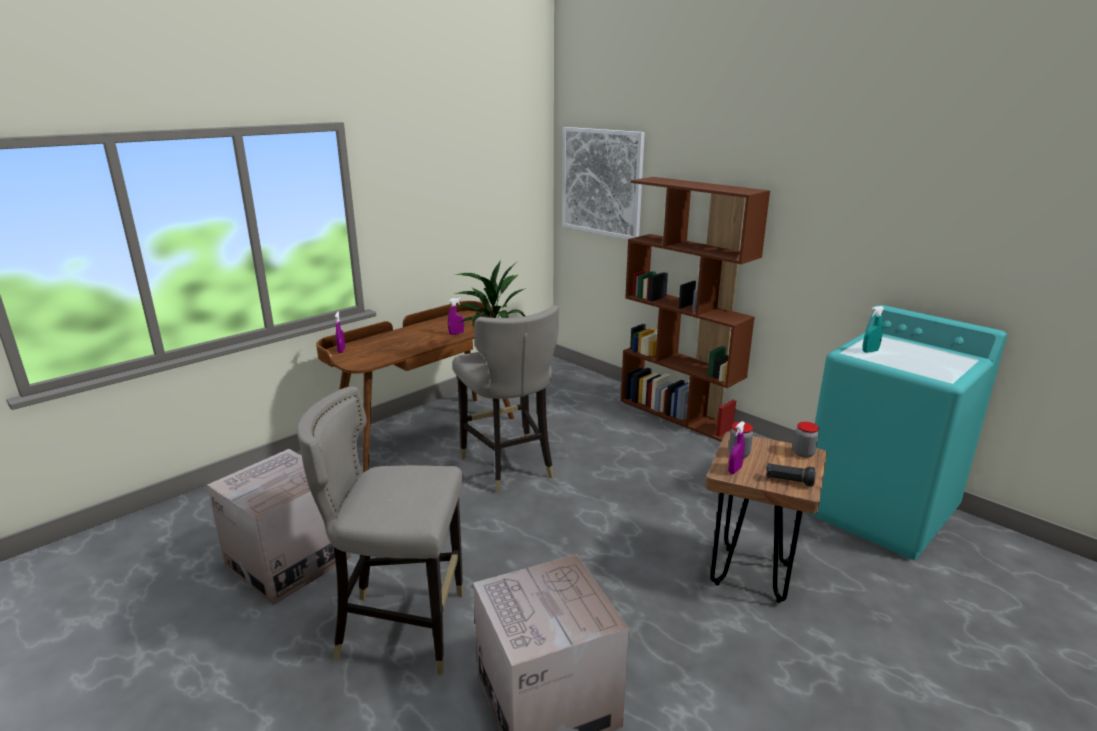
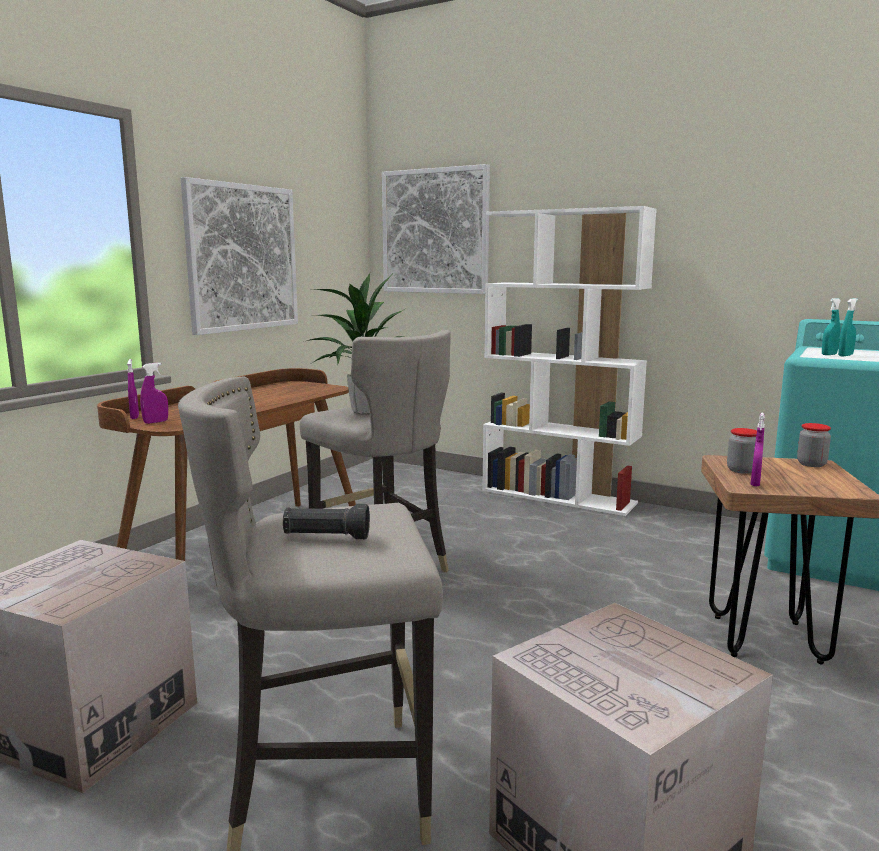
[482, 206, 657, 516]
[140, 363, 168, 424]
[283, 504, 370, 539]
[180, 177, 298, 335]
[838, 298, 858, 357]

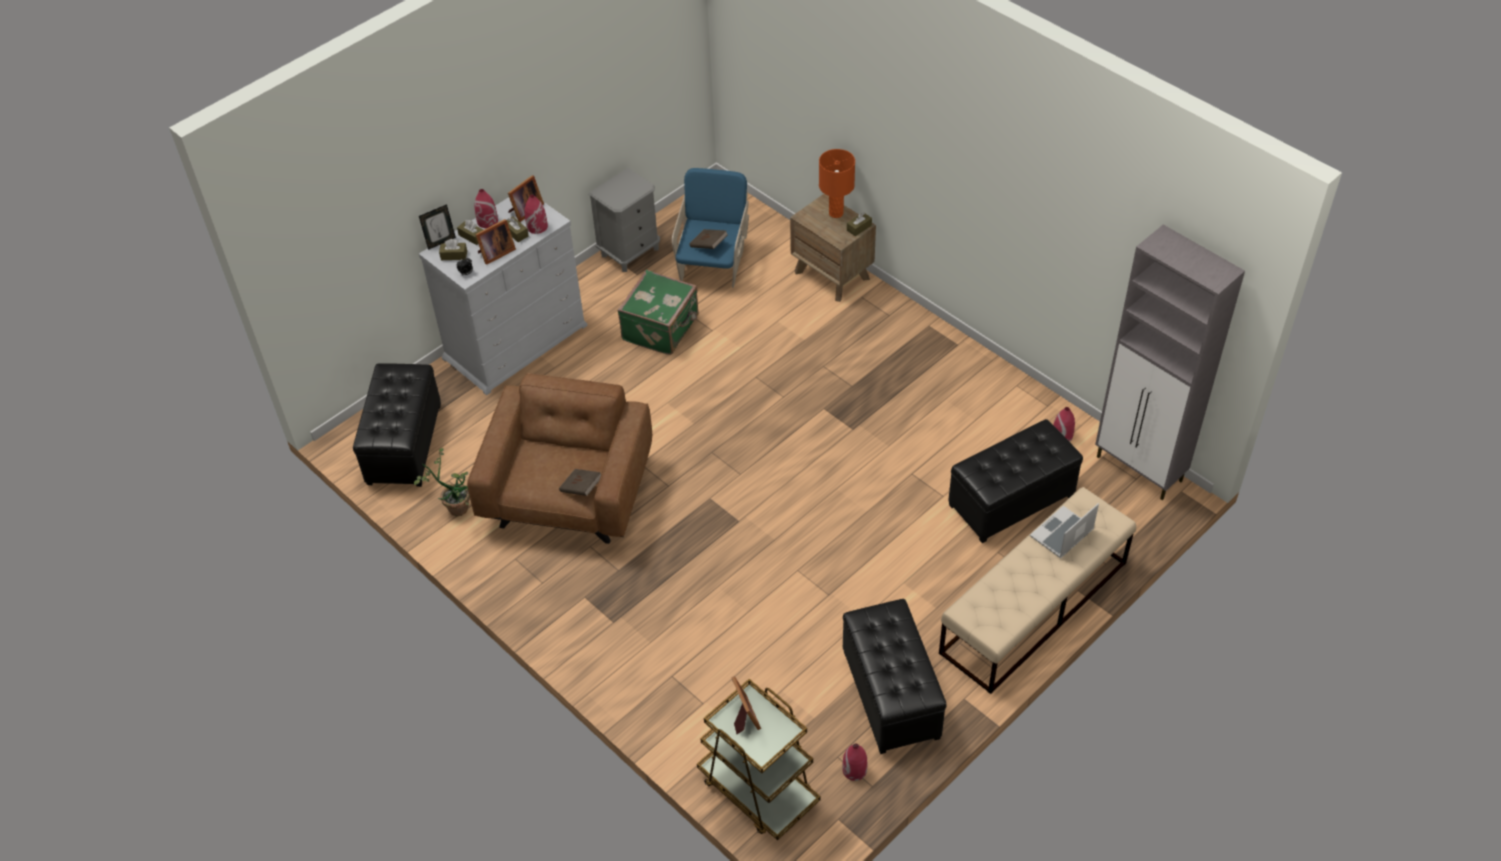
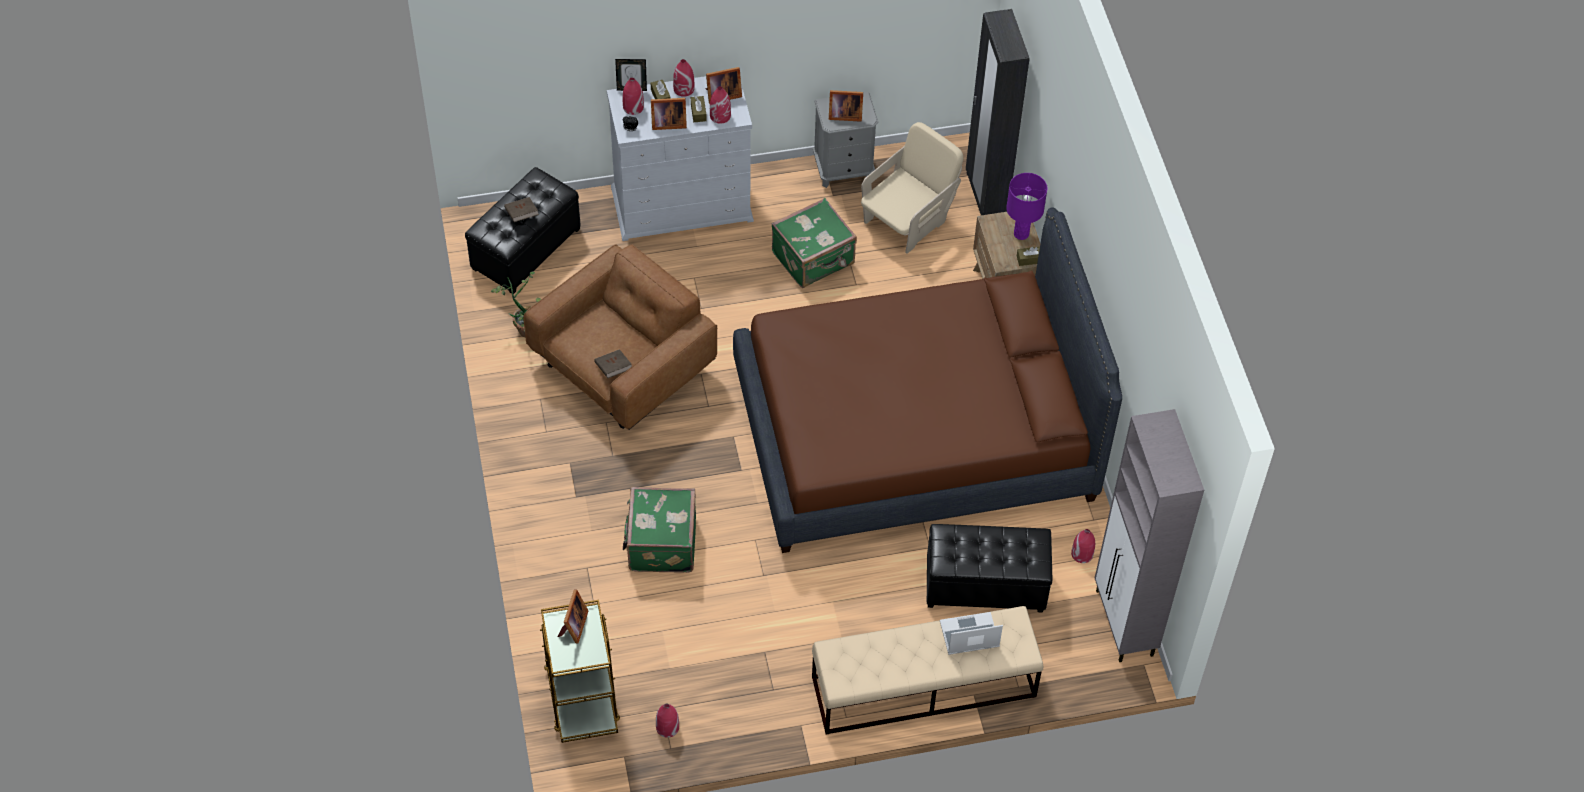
[1006, 173, 1047, 240]
[861, 122, 963, 254]
[504, 197, 539, 222]
[623, 78, 644, 115]
[843, 599, 947, 754] (first image)
[966, 9, 1030, 215]
[829, 90, 863, 122]
[733, 207, 1122, 553]
[623, 487, 696, 573]

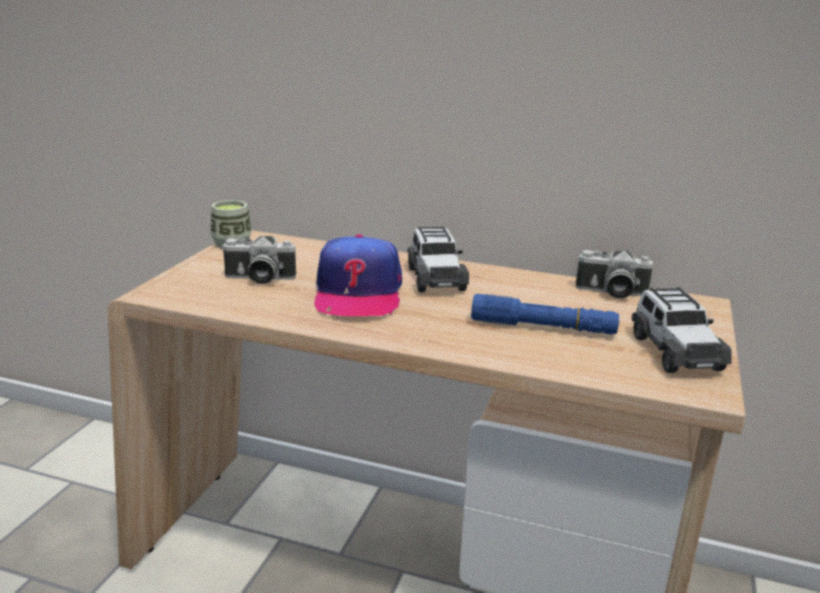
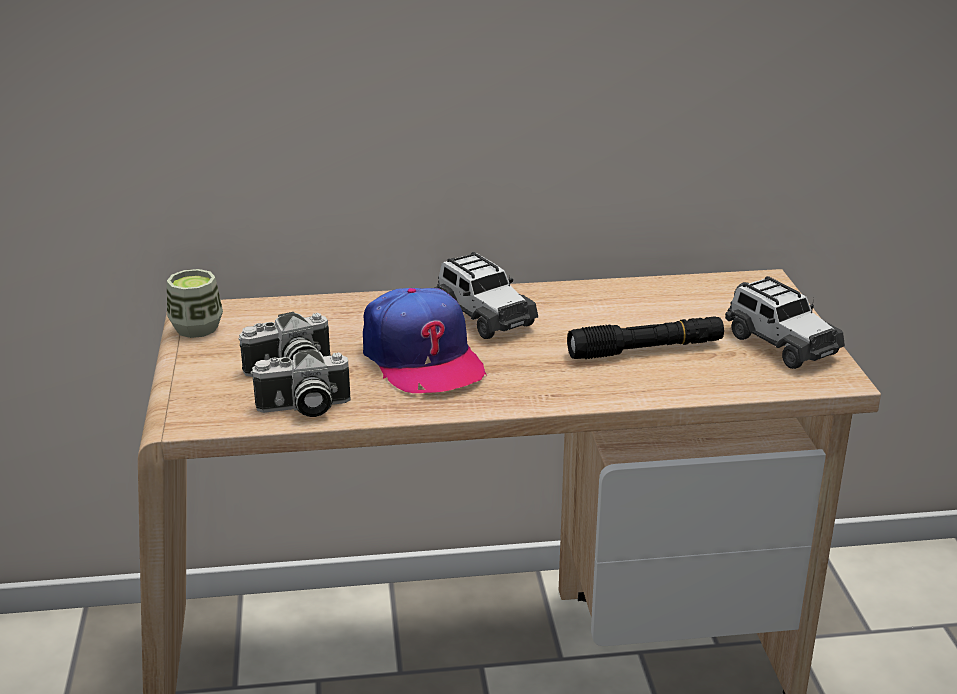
[250, 349, 350, 417]
[567, 316, 724, 359]

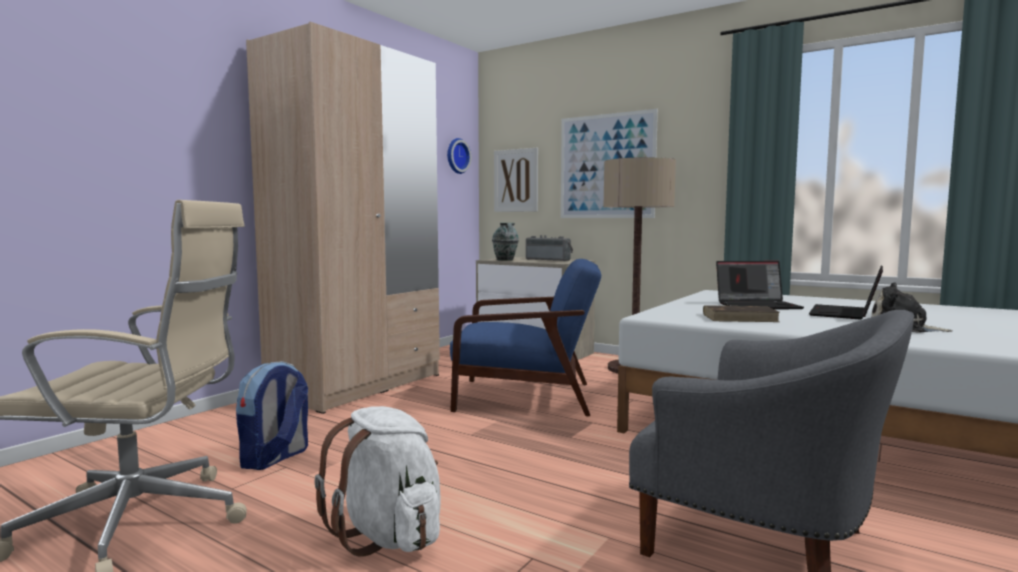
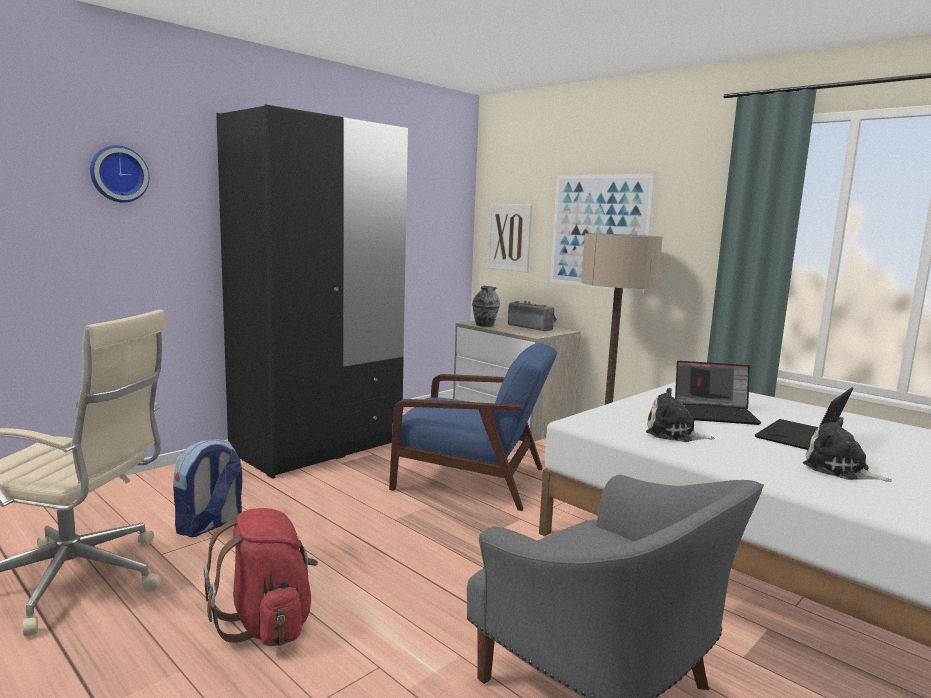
[216, 104, 408, 479]
[90, 145, 149, 203]
[646, 388, 715, 442]
[204, 508, 318, 646]

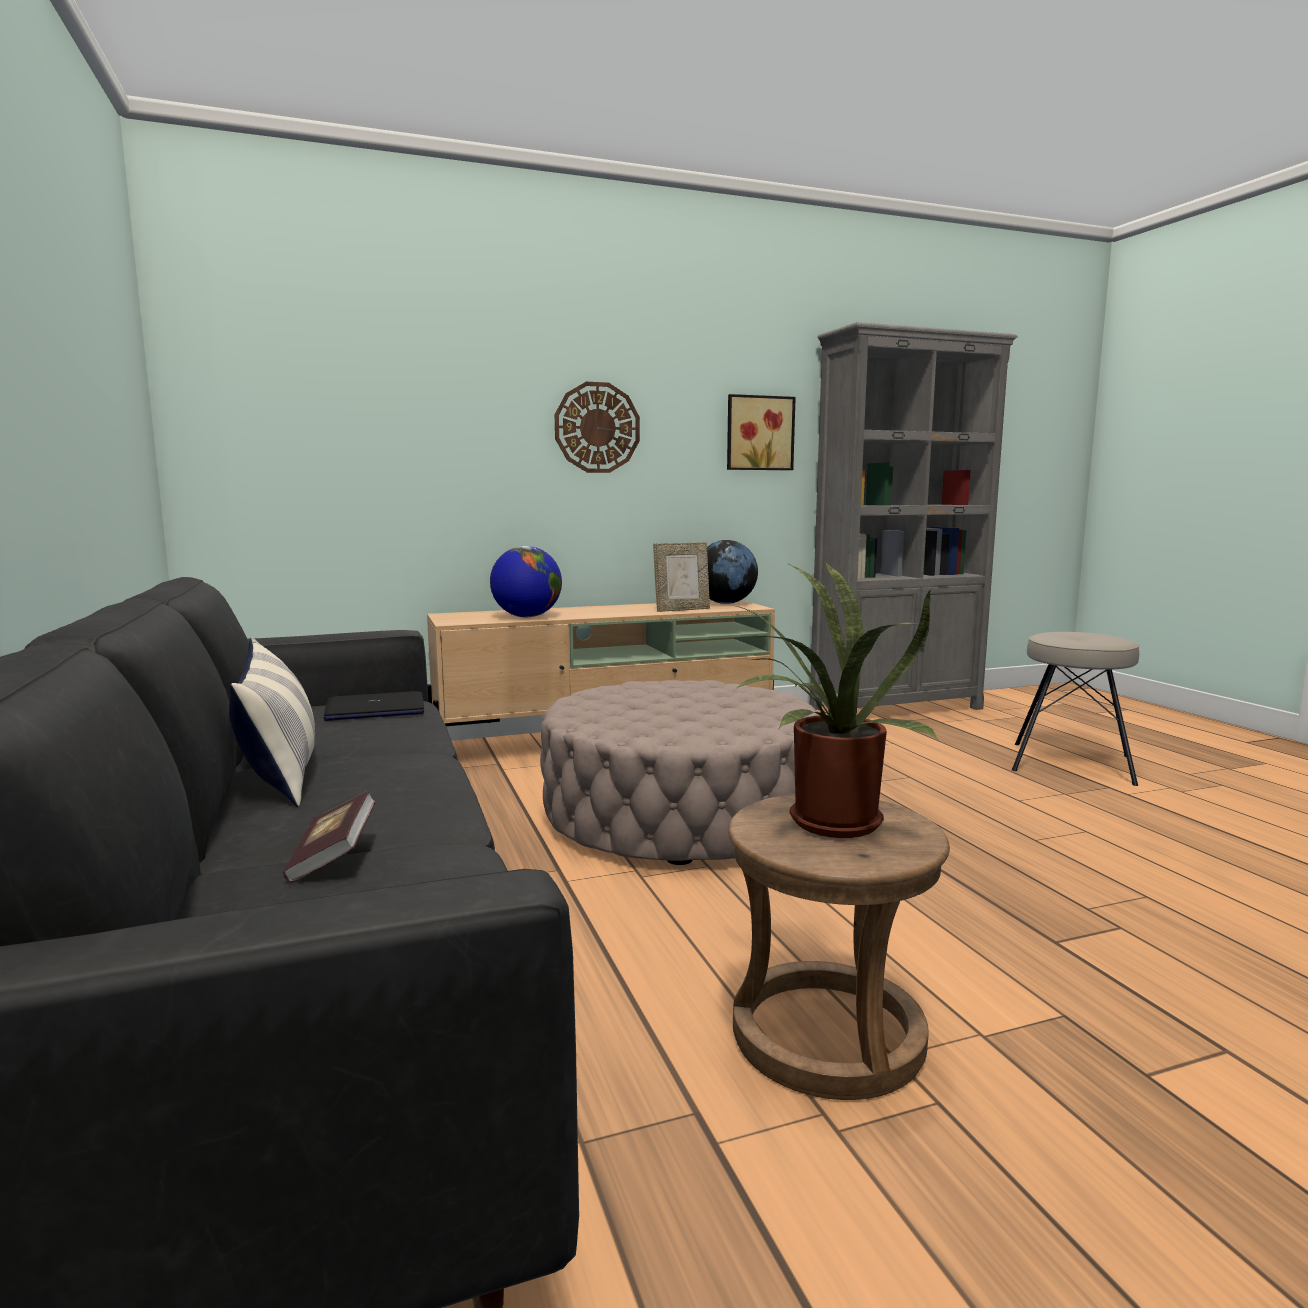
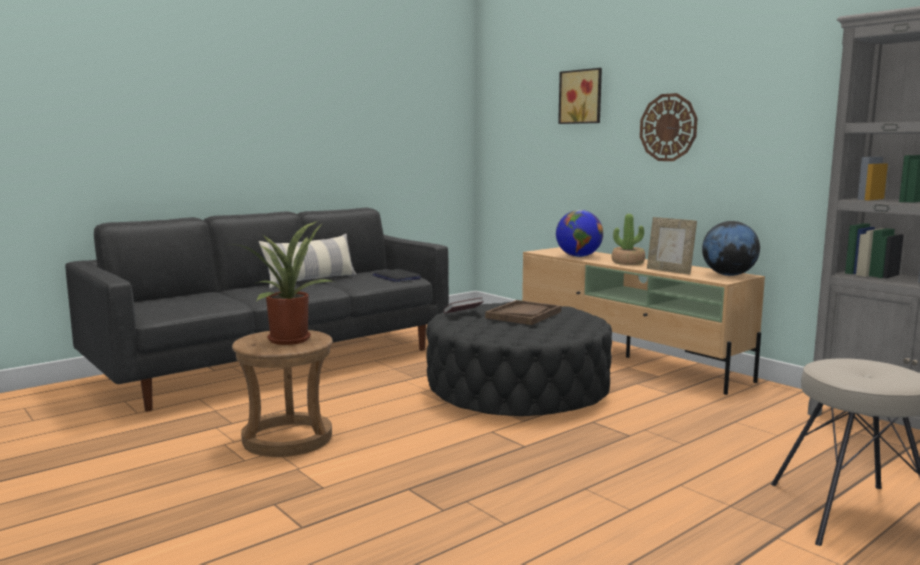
[558, 68, 602, 124]
[426, 302, 612, 416]
[443, 298, 484, 314]
[612, 214, 645, 265]
[485, 300, 561, 325]

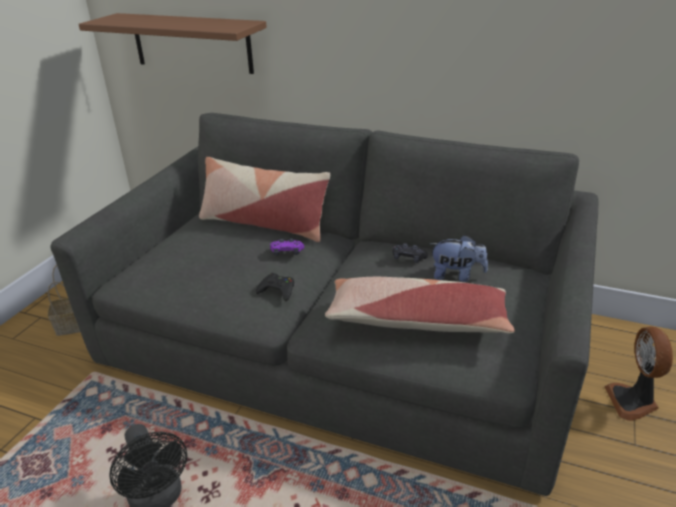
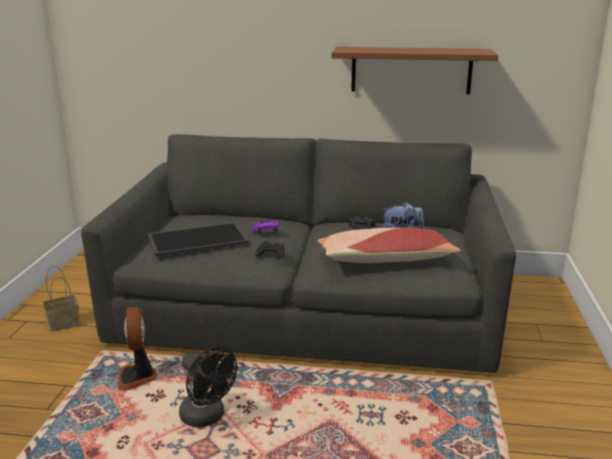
[331, 47, 498, 94]
[199, 157, 330, 242] (first image)
[118, 307, 156, 391]
[148, 222, 249, 257]

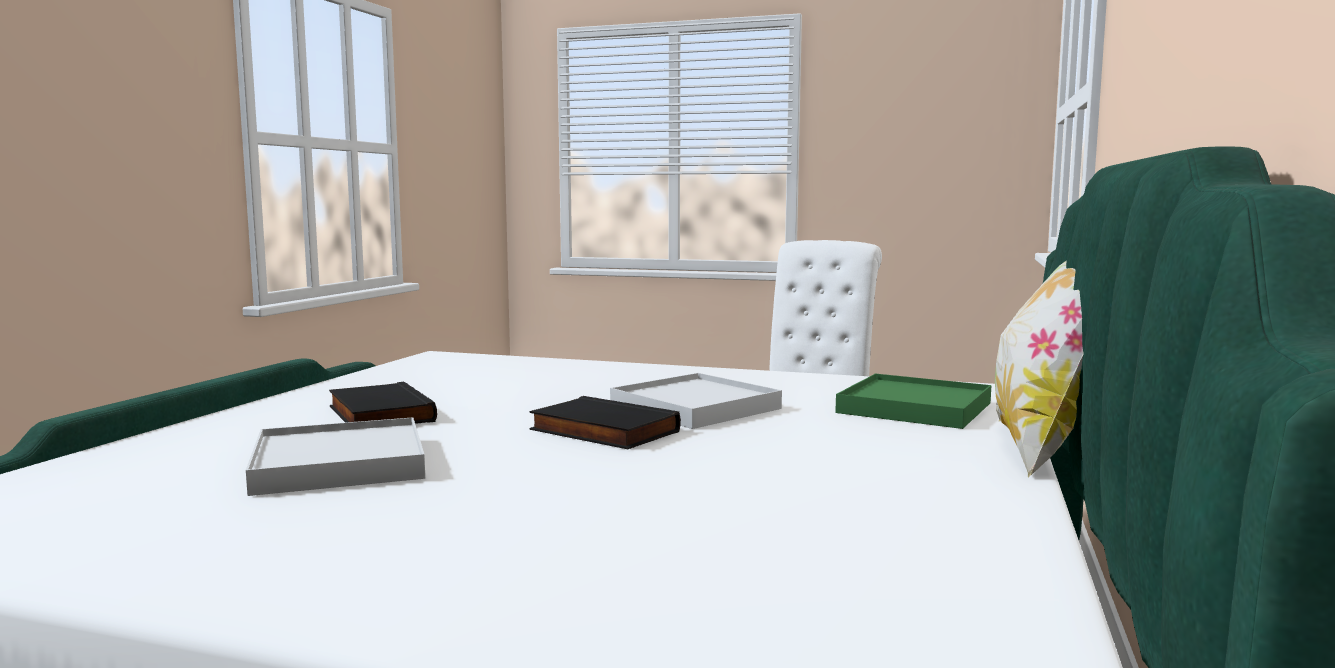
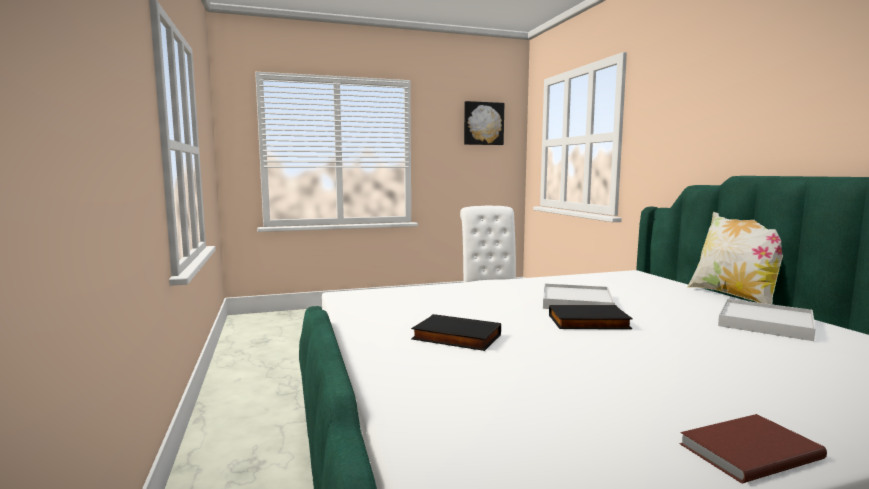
[835, 374, 992, 429] (first image)
[718, 299, 815, 341]
[464, 101, 504, 145]
[679, 414, 827, 483]

